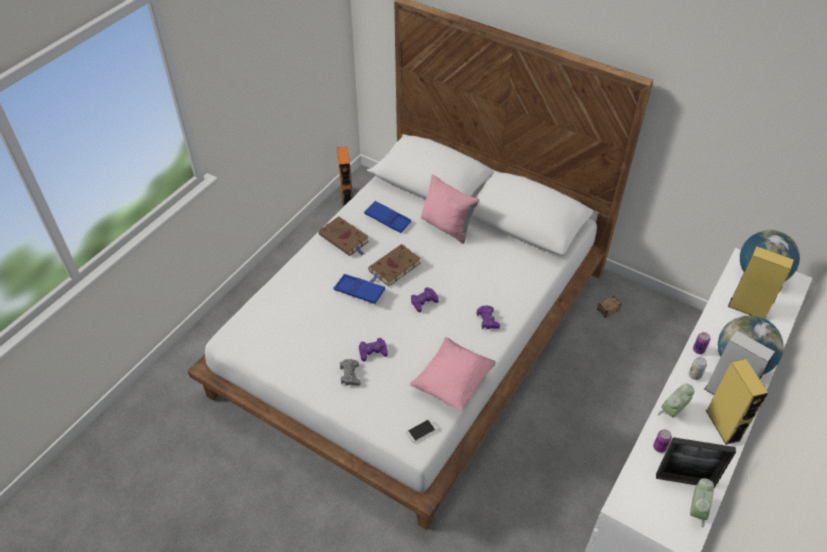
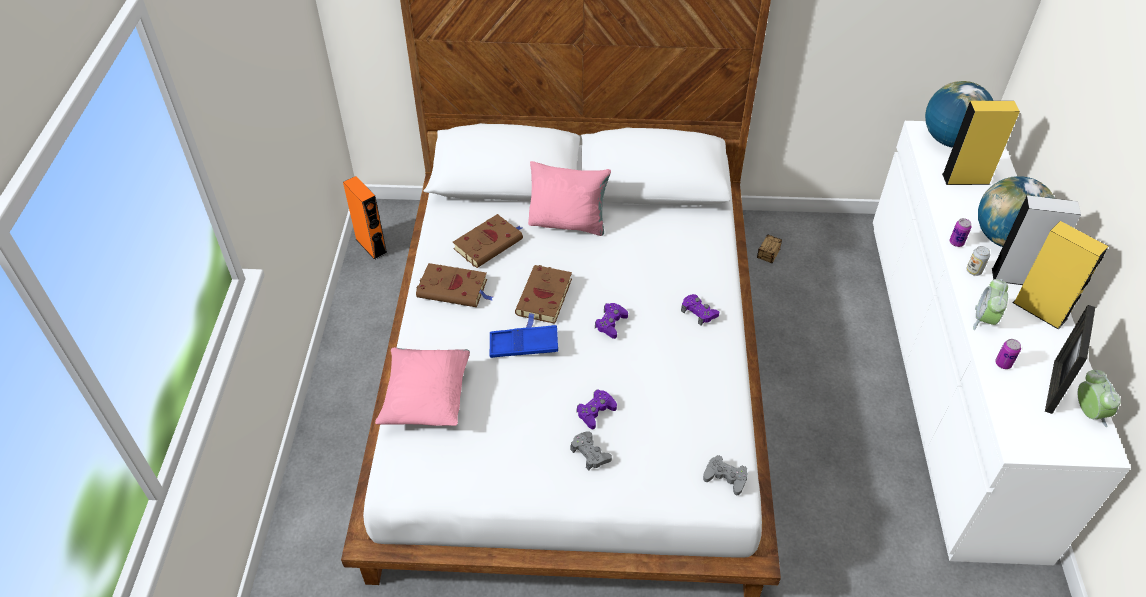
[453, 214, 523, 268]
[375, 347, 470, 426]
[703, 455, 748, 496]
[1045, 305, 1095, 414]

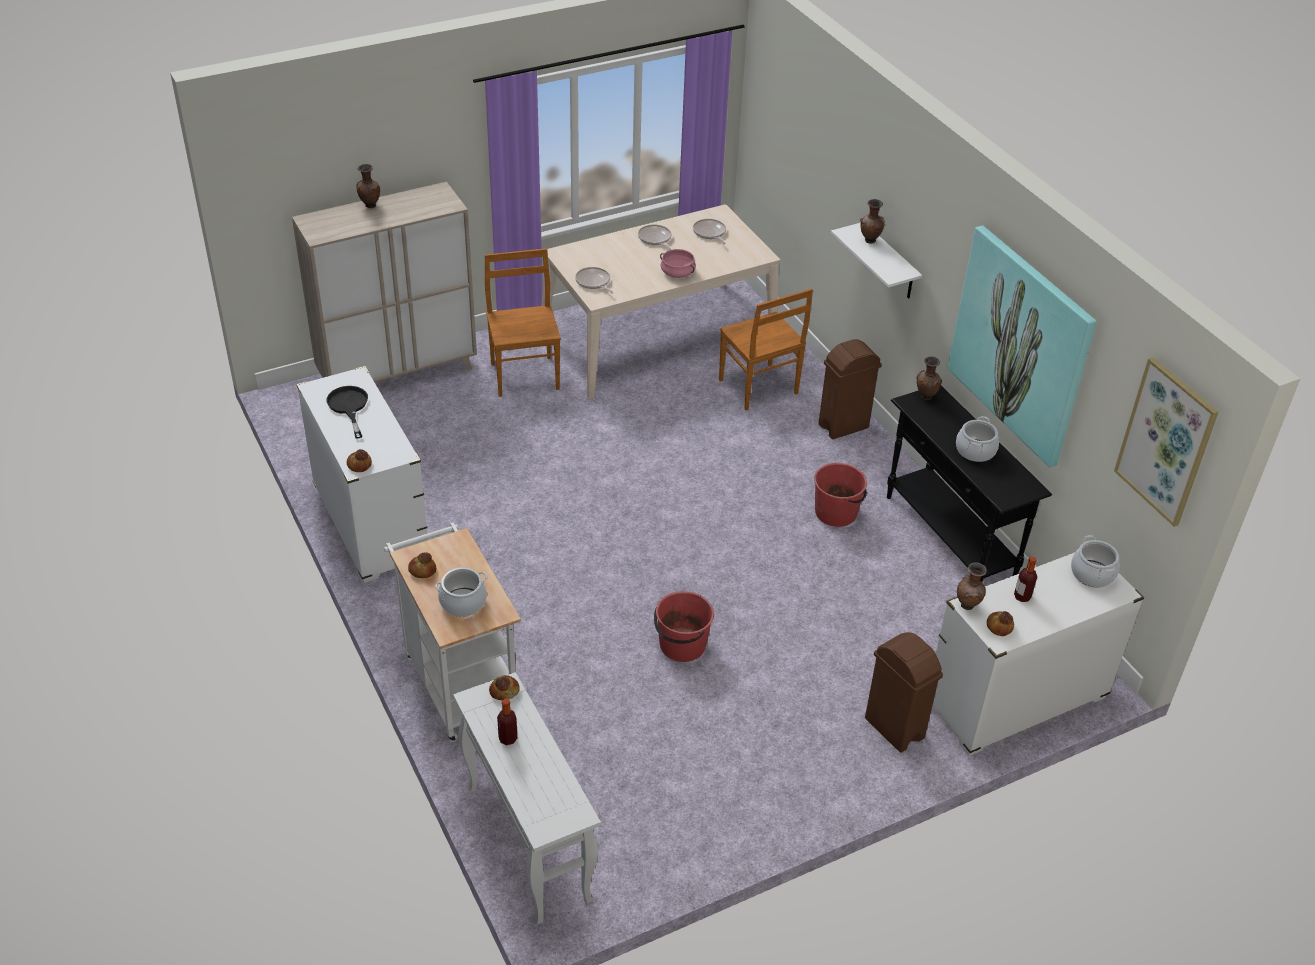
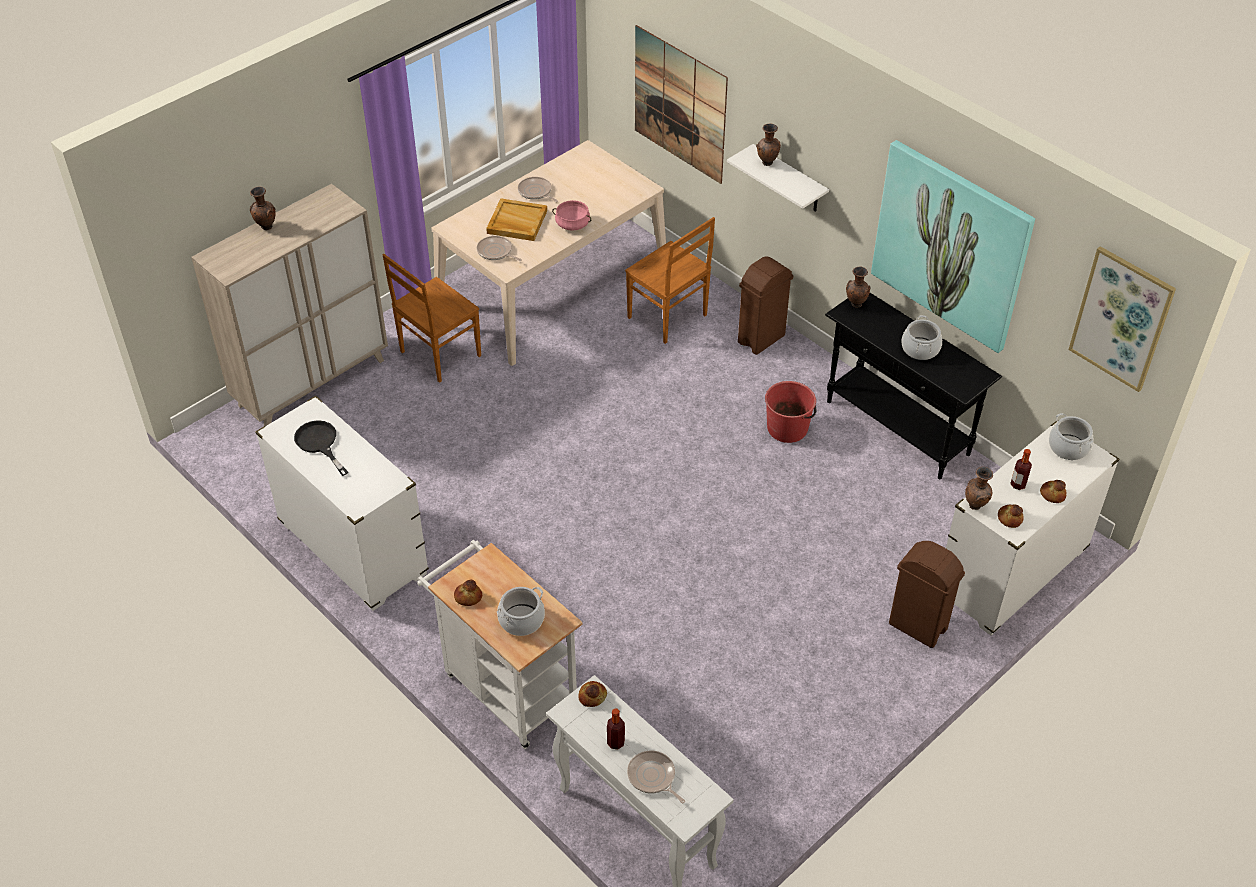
[627, 750, 685, 803]
[383, 254, 481, 383]
[1040, 480, 1067, 503]
[654, 591, 714, 662] (first image)
[635, 25, 728, 184]
[486, 199, 547, 241]

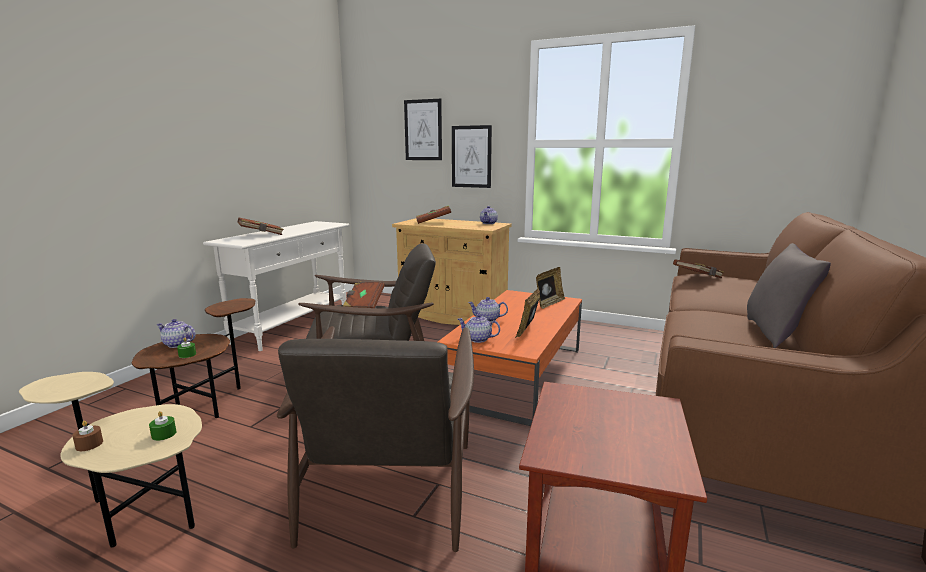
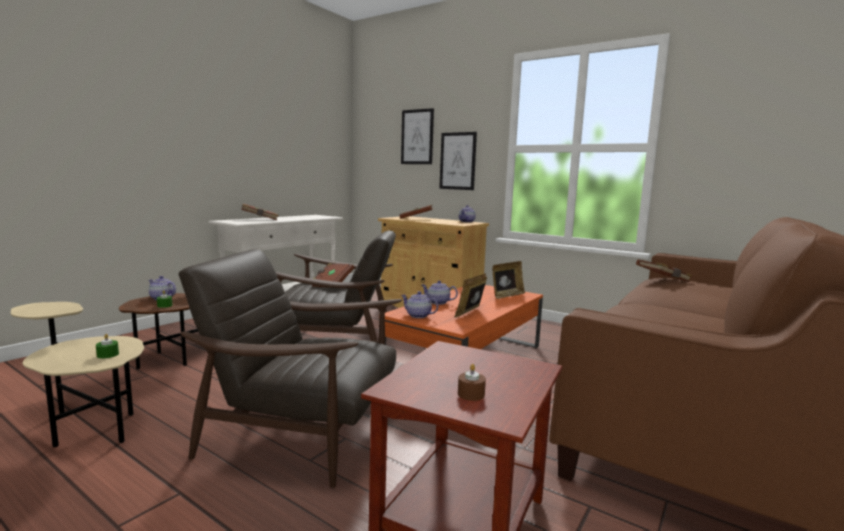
[747, 243, 831, 348] (first image)
[178, 249, 402, 488]
[458, 364, 486, 401]

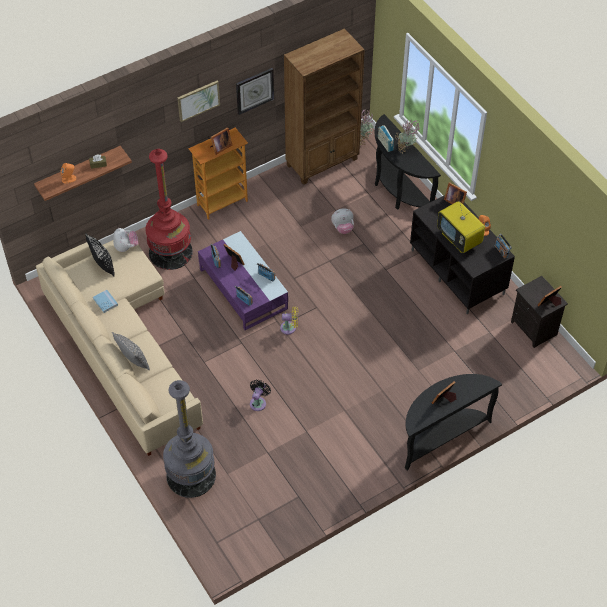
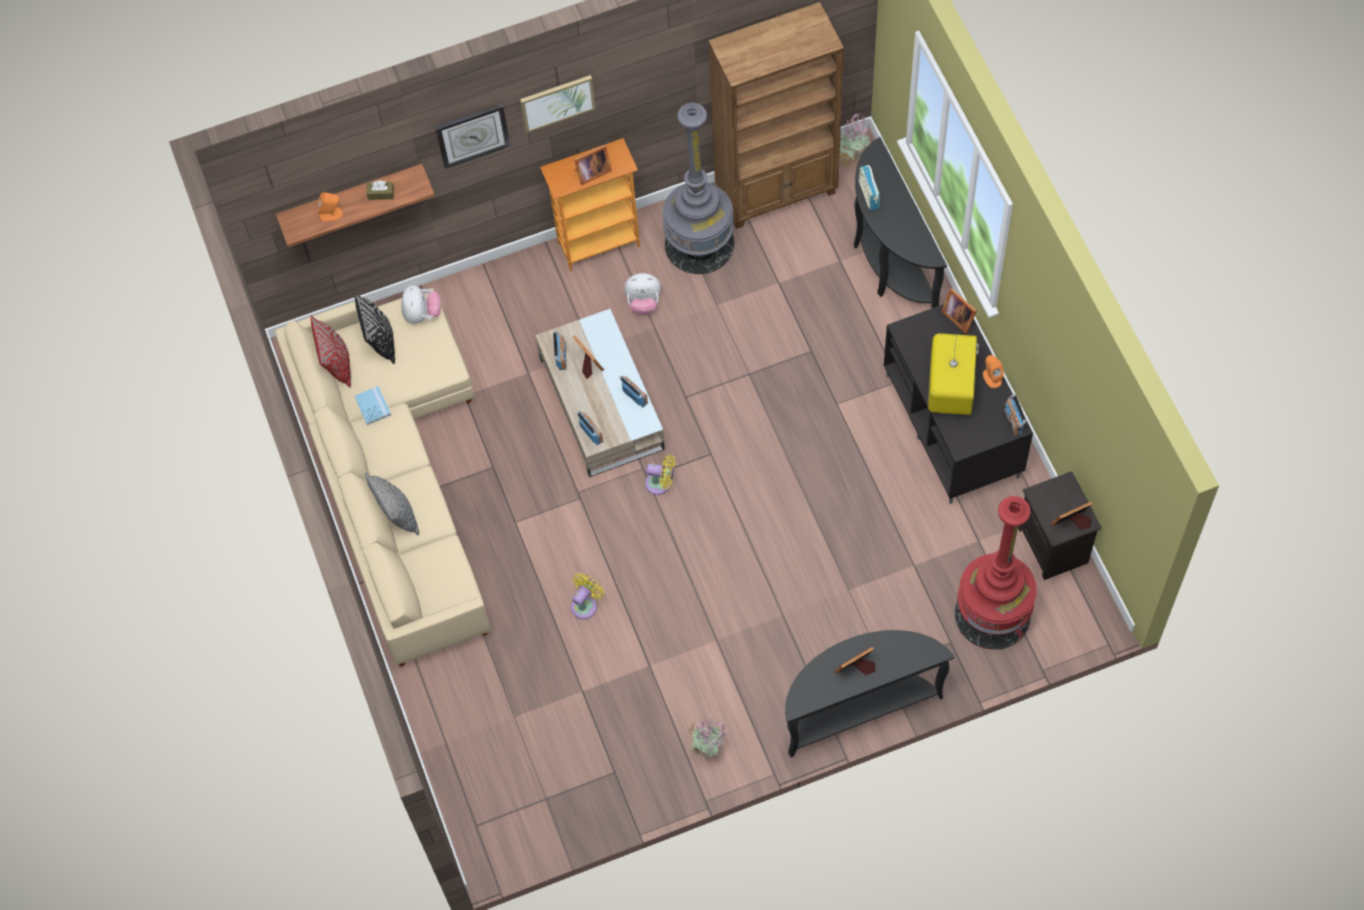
[435, 104, 511, 169]
[688, 719, 728, 760]
[955, 496, 1037, 650]
[928, 333, 980, 415]
[624, 273, 661, 314]
[535, 309, 665, 477]
[662, 103, 734, 274]
[571, 573, 604, 619]
[311, 315, 351, 388]

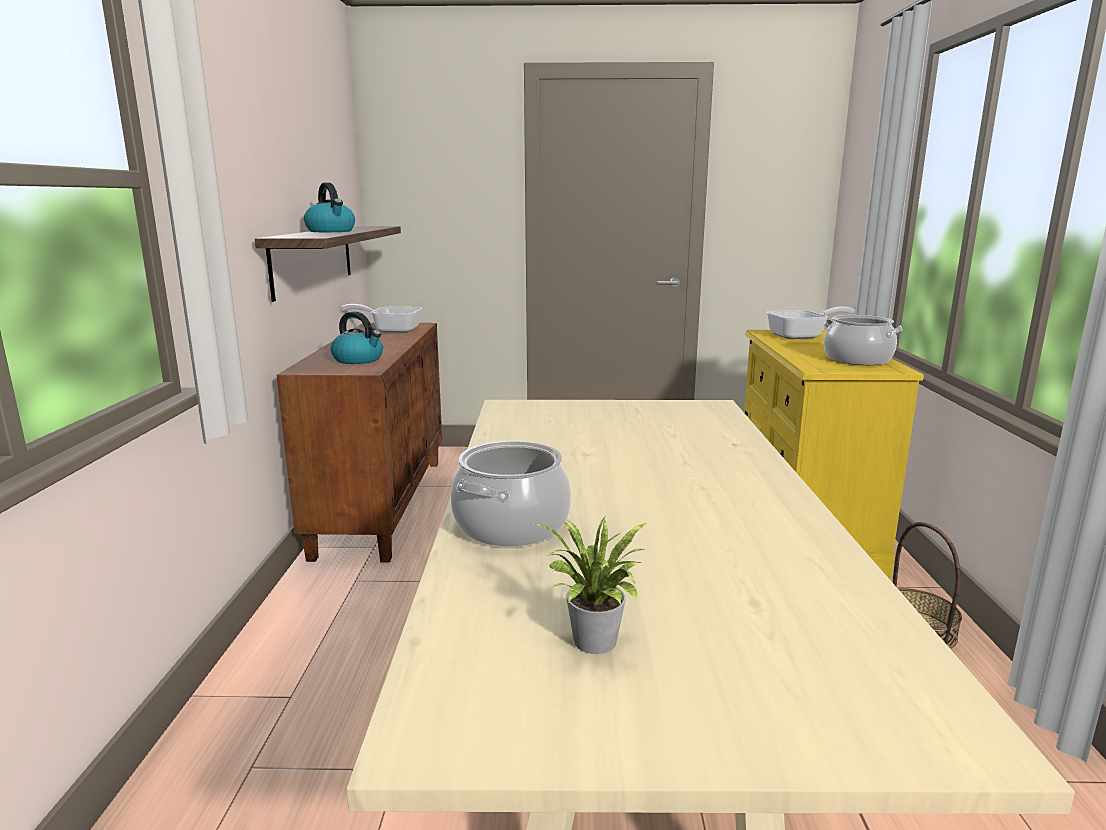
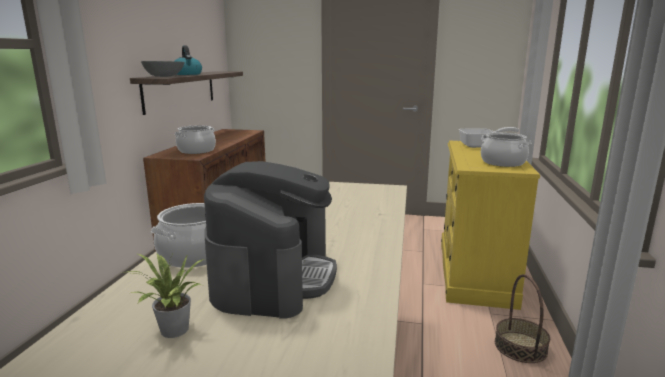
[340, 304, 422, 333] (first image)
[175, 125, 216, 154]
[141, 61, 185, 77]
[204, 161, 337, 319]

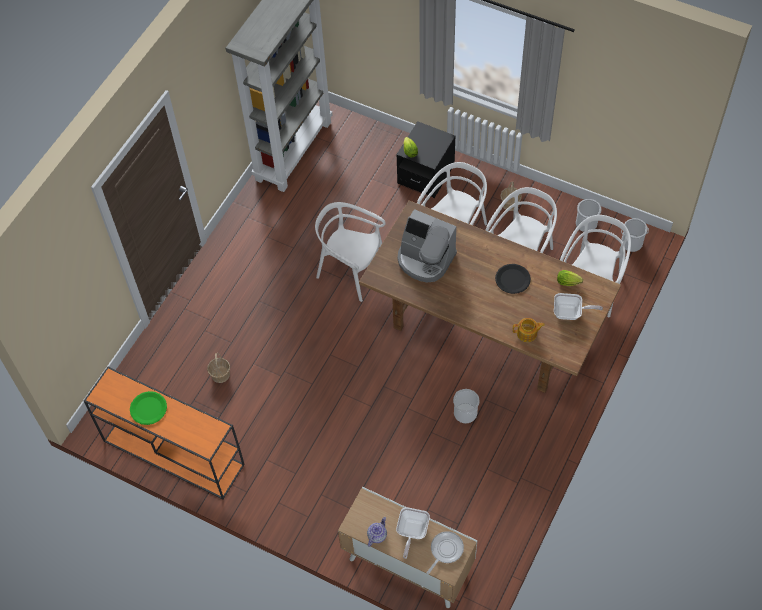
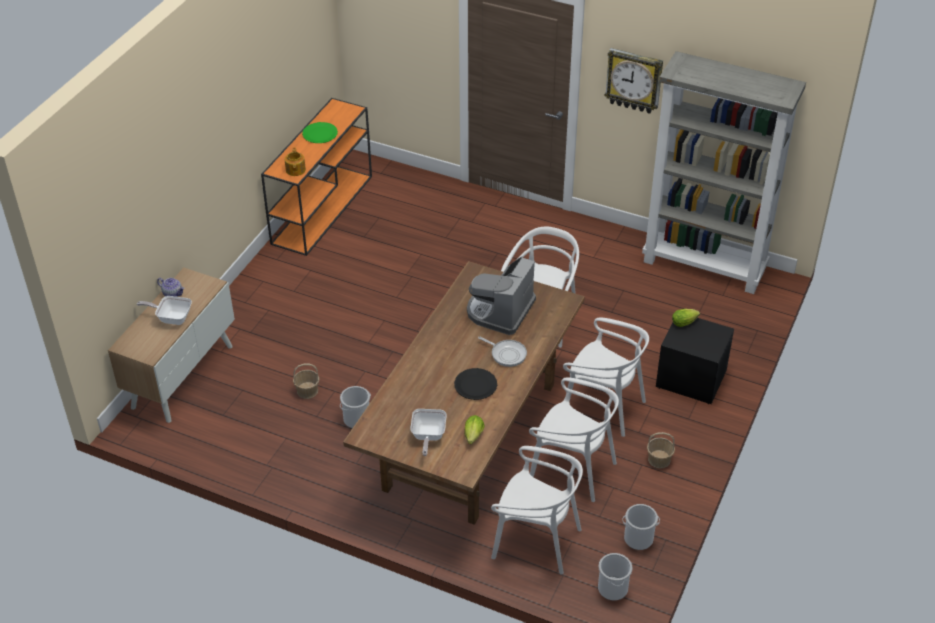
[285, 148, 306, 176]
[293, 363, 320, 399]
[478, 336, 527, 367]
[605, 48, 663, 114]

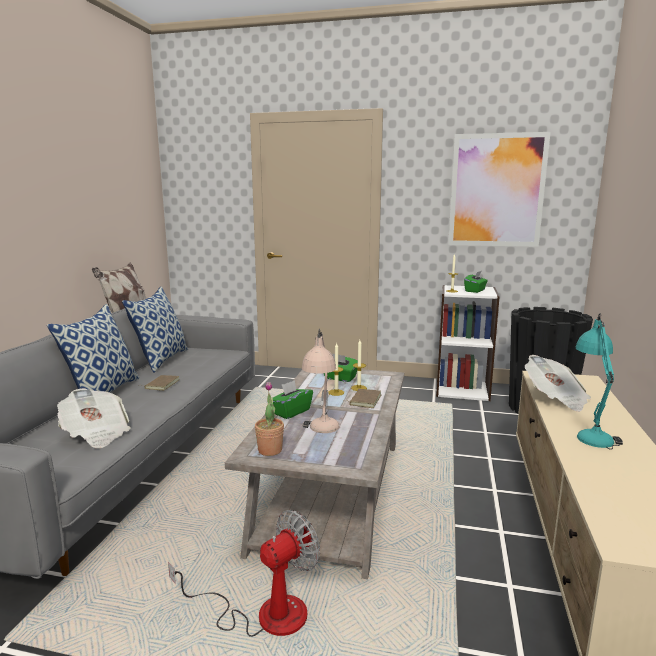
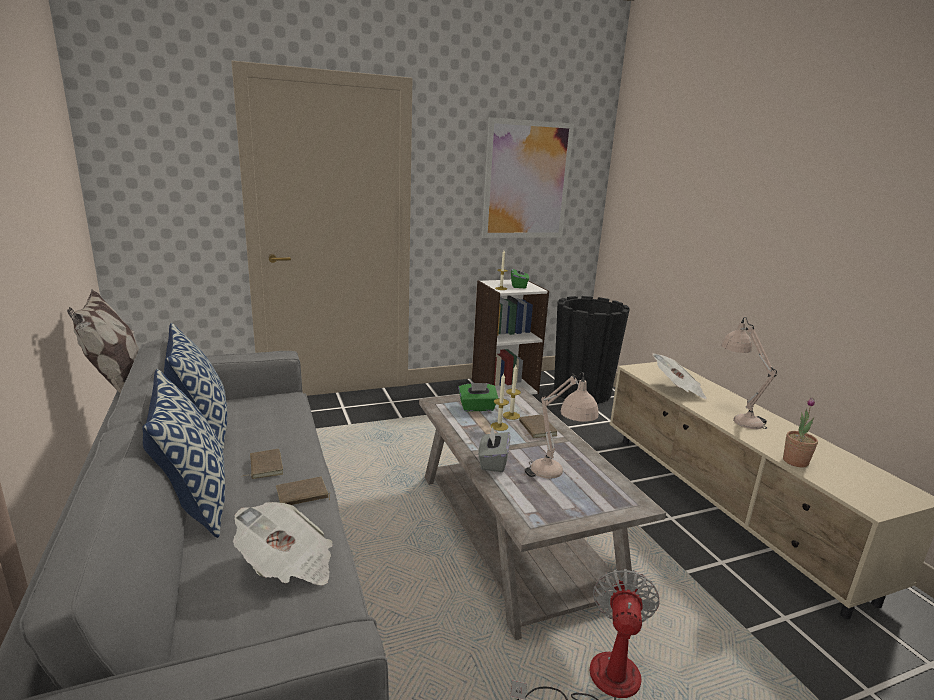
[721, 317, 778, 429]
[478, 426, 510, 472]
[783, 398, 818, 468]
[276, 477, 330, 505]

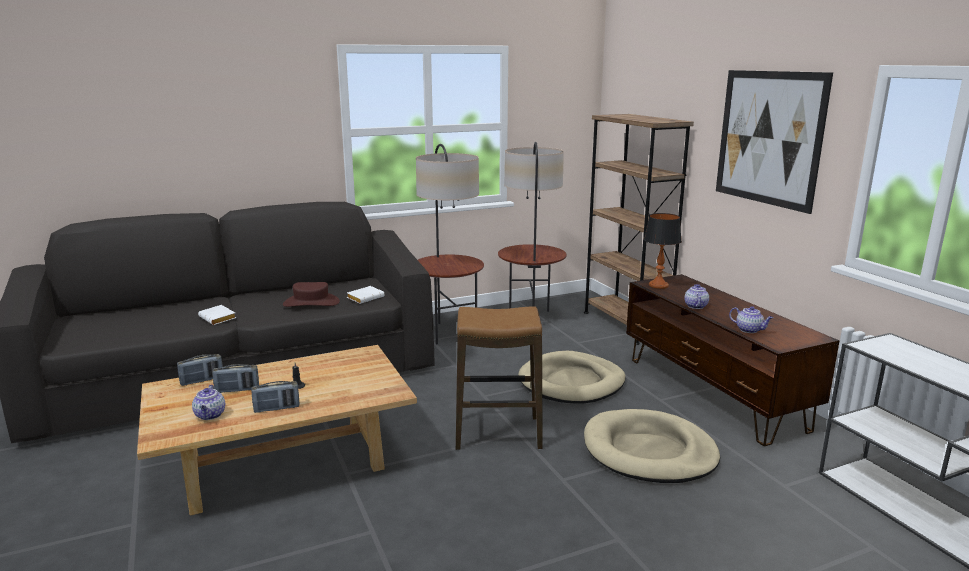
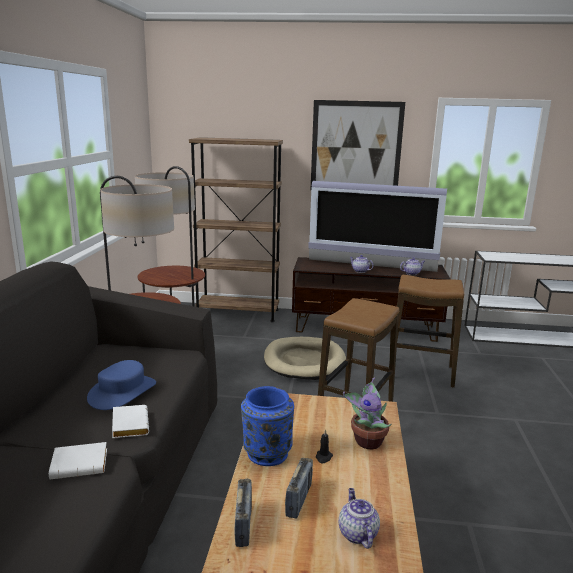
[644, 213, 682, 289] (first image)
[87, 360, 156, 410]
[112, 405, 149, 438]
[251, 381, 299, 413] (first image)
[339, 488, 380, 549]
[389, 275, 464, 388]
[308, 181, 447, 272]
[343, 378, 392, 449]
[241, 386, 294, 466]

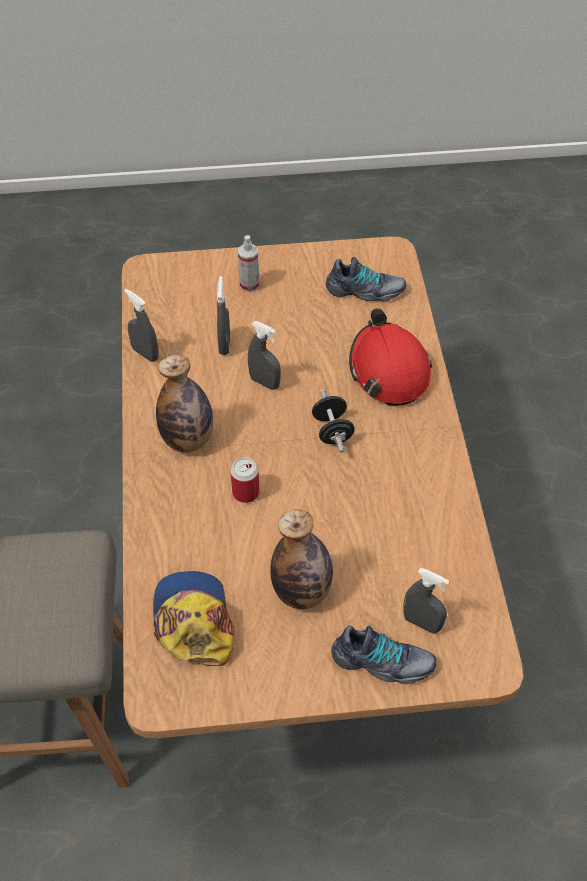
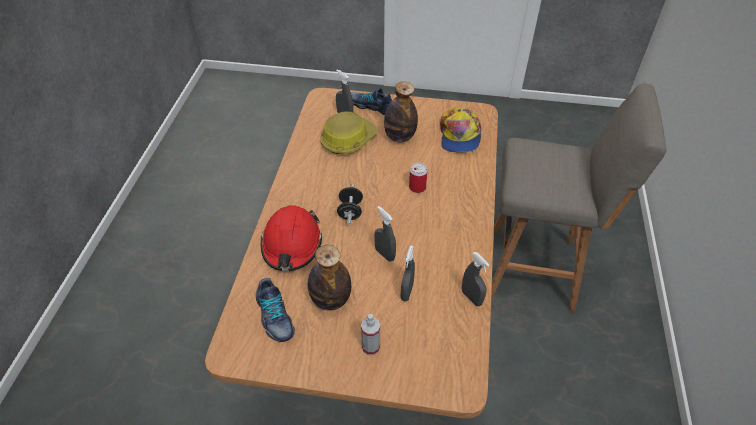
[256, 278, 295, 342]
[308, 245, 351, 311]
[320, 111, 378, 154]

